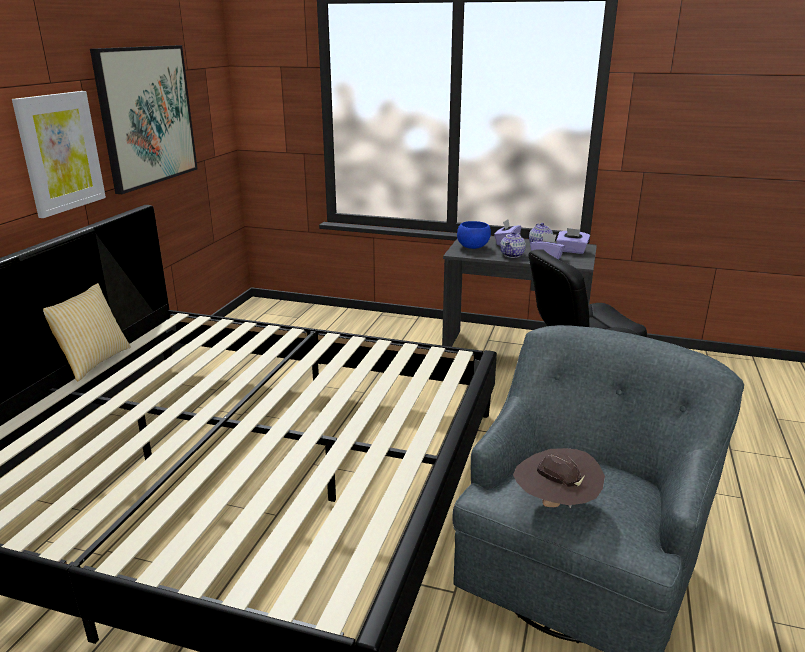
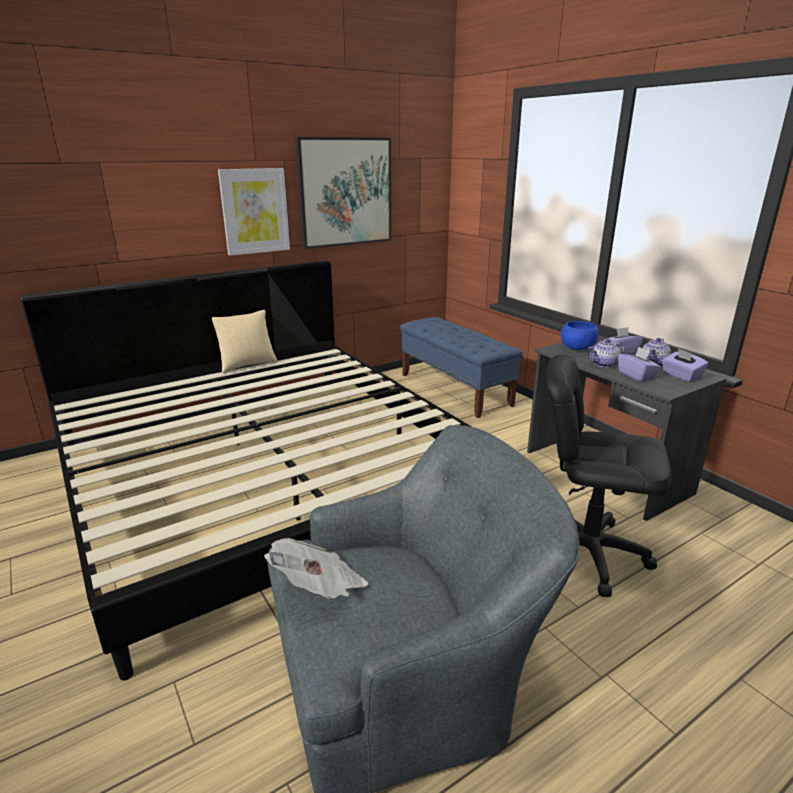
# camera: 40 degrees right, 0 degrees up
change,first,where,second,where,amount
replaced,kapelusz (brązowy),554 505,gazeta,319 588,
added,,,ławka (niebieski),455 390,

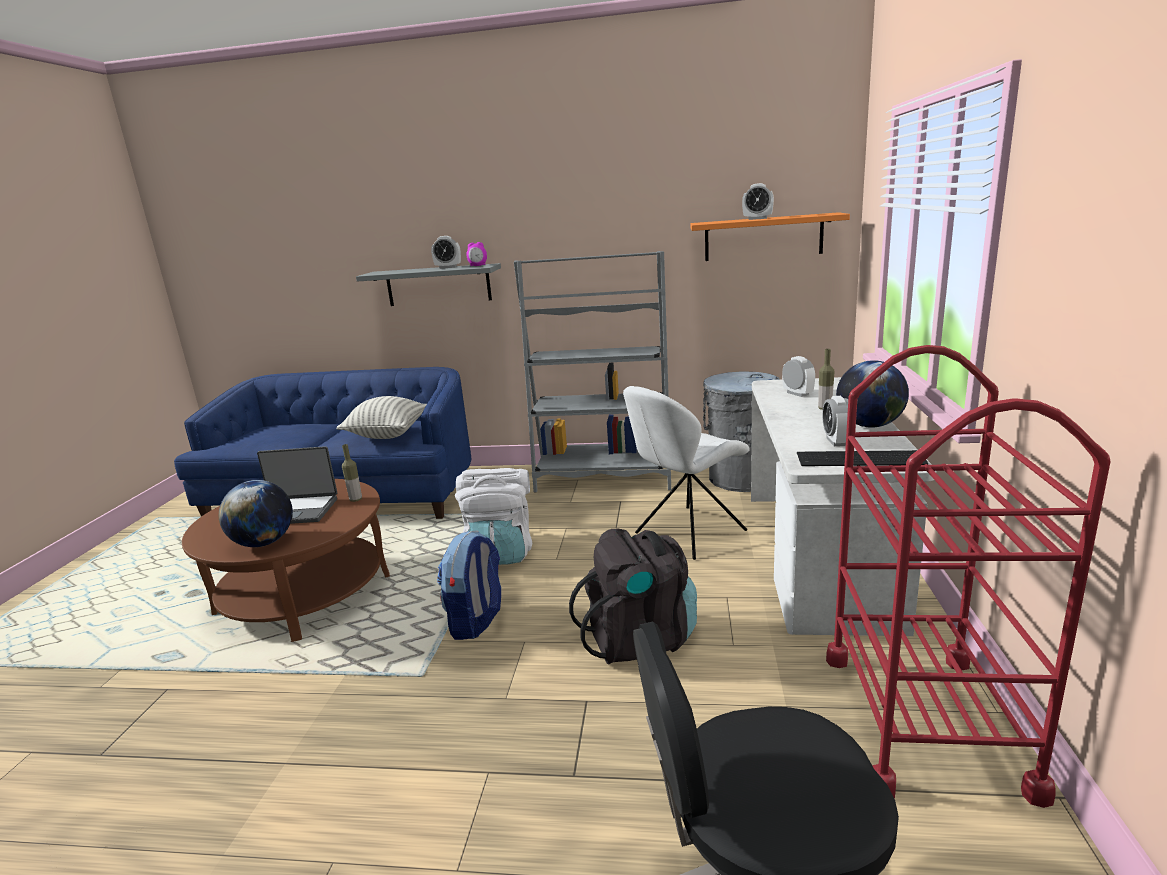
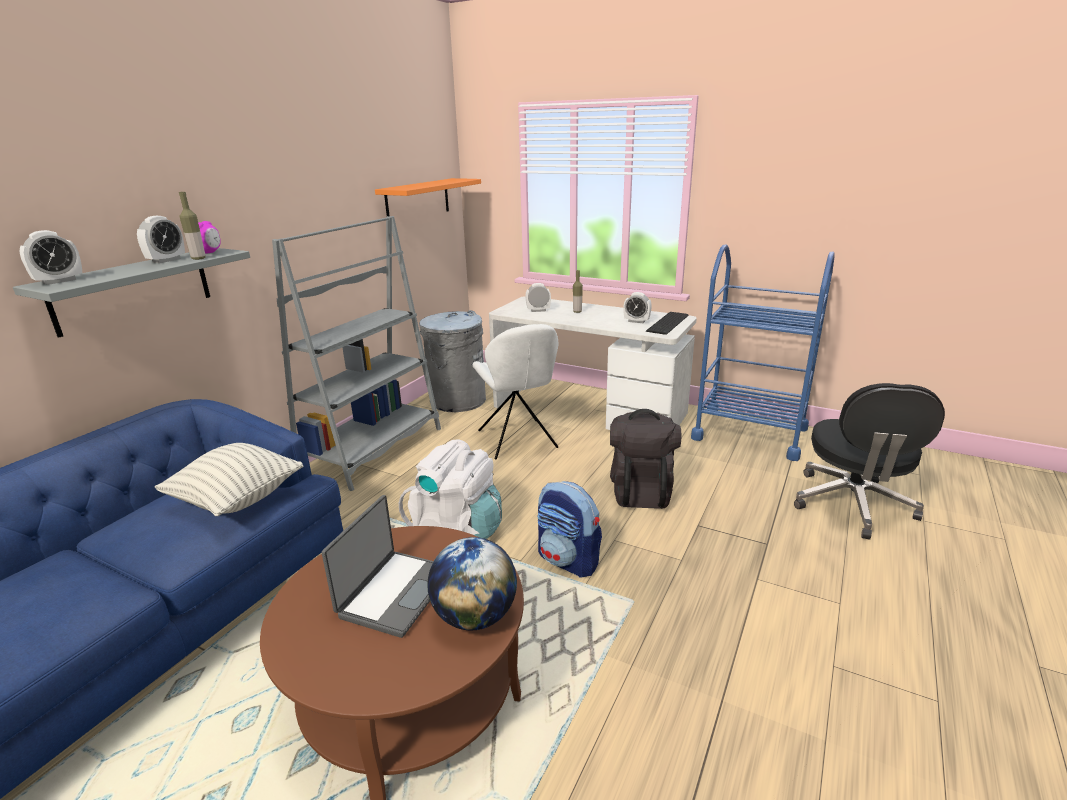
# camera: 70 degrees left, 5 degrees up
change,first,where,second,where,amount
moved,budzik,757 219,,59 281,
moved,butelka,356 499,,198 258,
recoloured,wózek (czerwony),923 720,wózek (niebieski),749 433,
removed,globus,869 425,,,

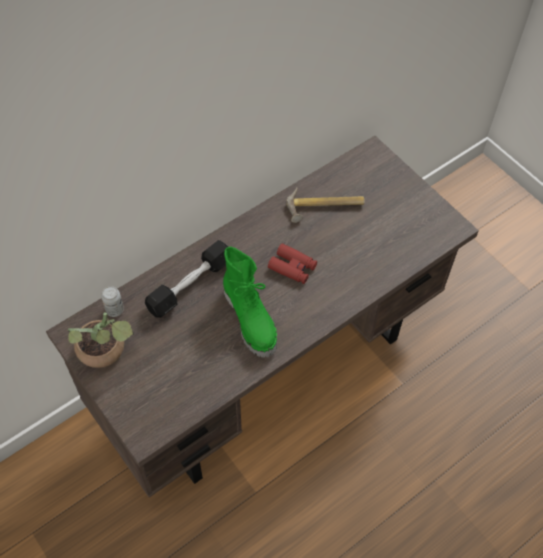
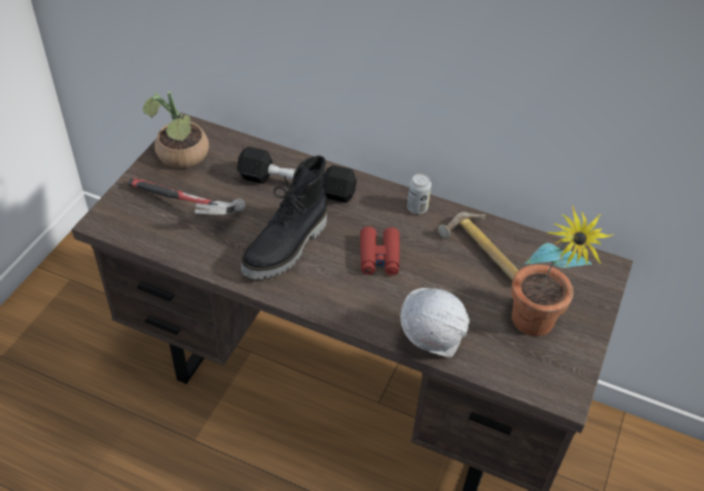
# camera: 60 degrees right, 10 degrees down
change,first,where,second,where,amount
added,,,młotek,186 208,
recoloured,but z cholewką (zielony),251 319,but z cholewką (czarny),287 248,
added,,,kask (biały),432 340,
moved,puszka,115 310,,417 208,
added,,,roślina doniczkowa,534 330,

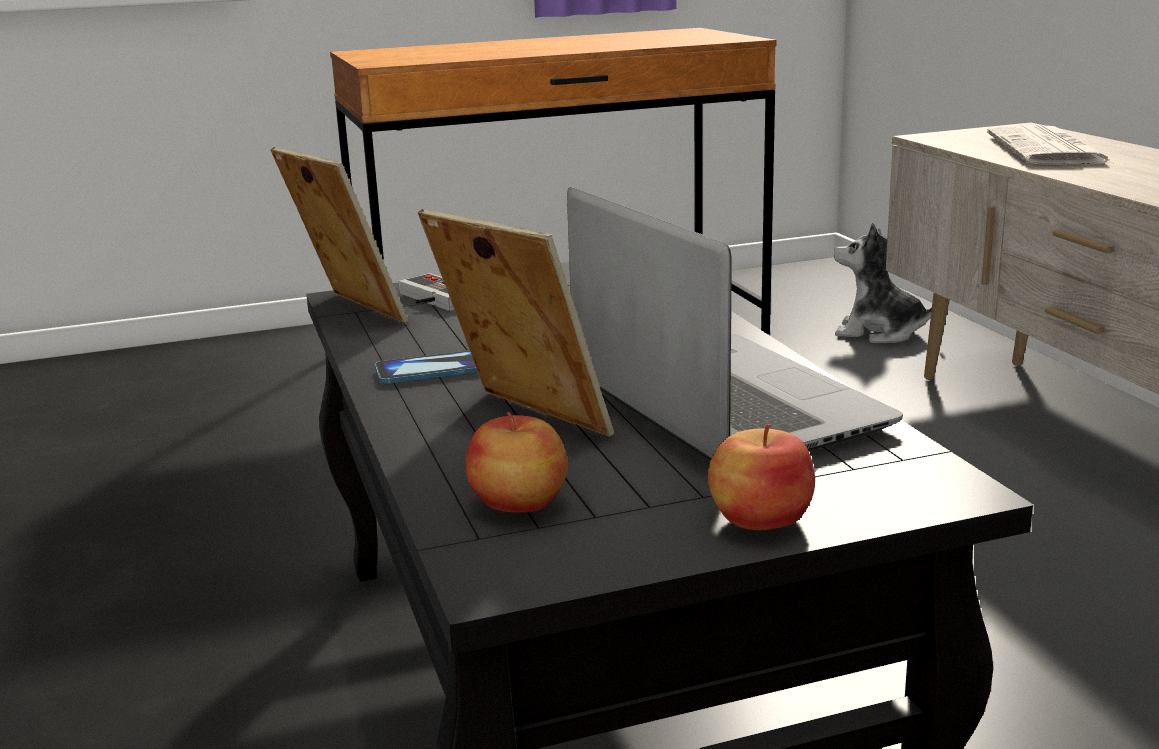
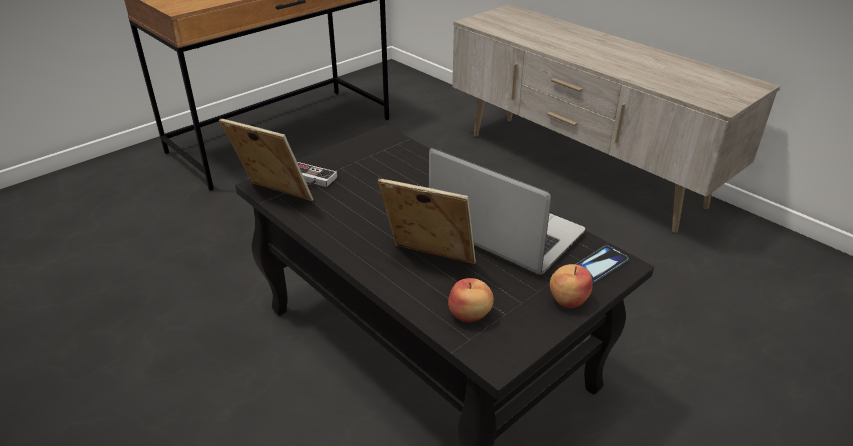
# camera: 25 degrees left, 15 degrees up
change,first,where,second,where,amount
moved,telefon,434 370,,599 265,
removed,pluszak,879 333,,,
removed,gazeta,1049 150,,,

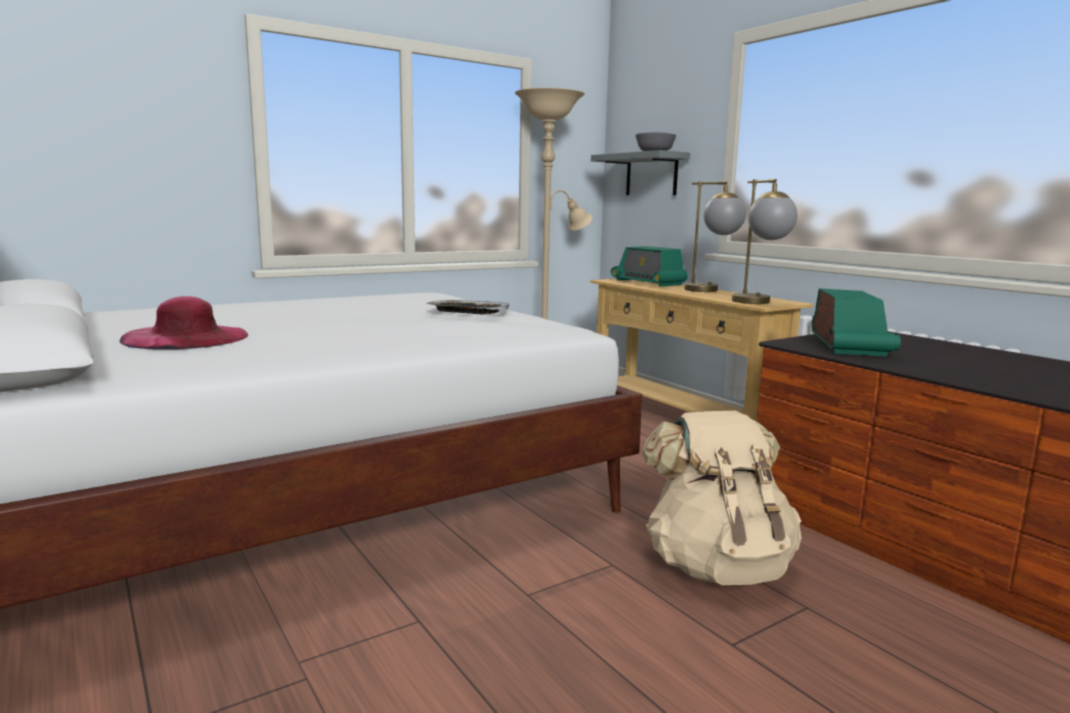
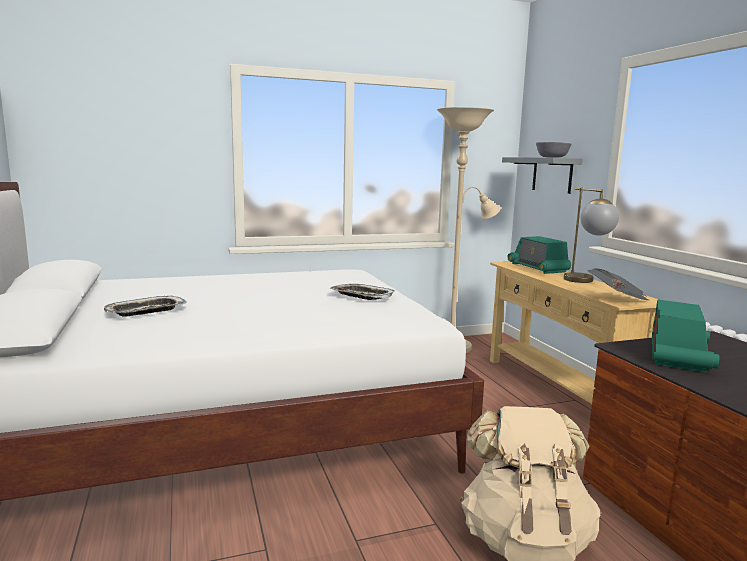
# camera: 15 degrees right, 0 degrees up
change,first,where,second,where,amount
replaced,kapelusz (różowy),186 337,taca,145 311,
replaced,lampa stołowa,758 303,gazeta,618 300,

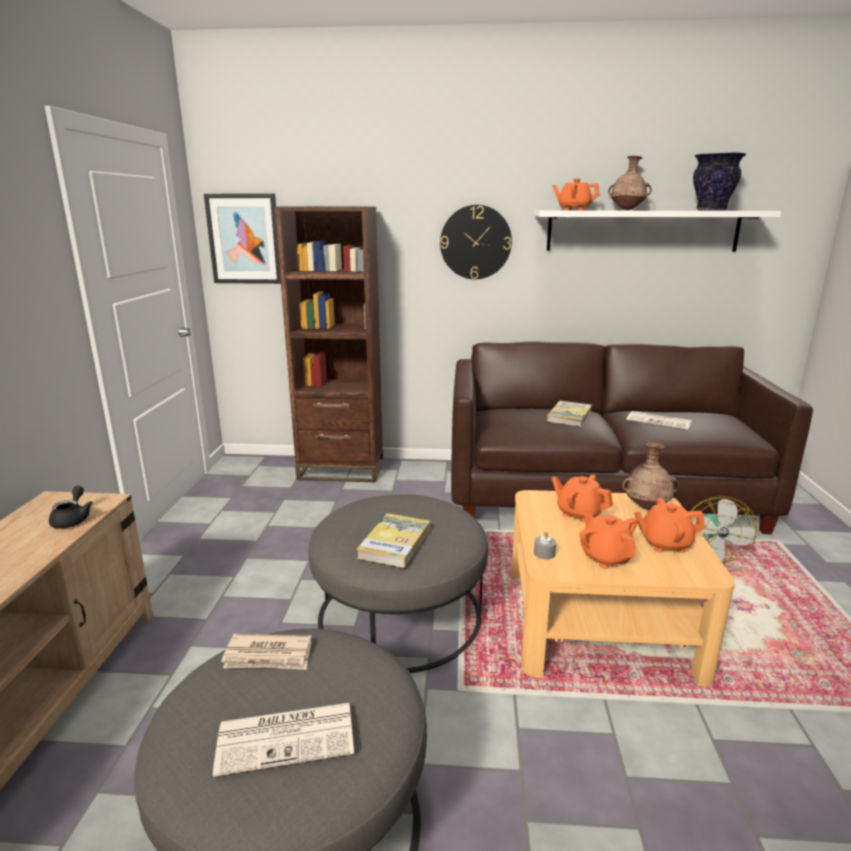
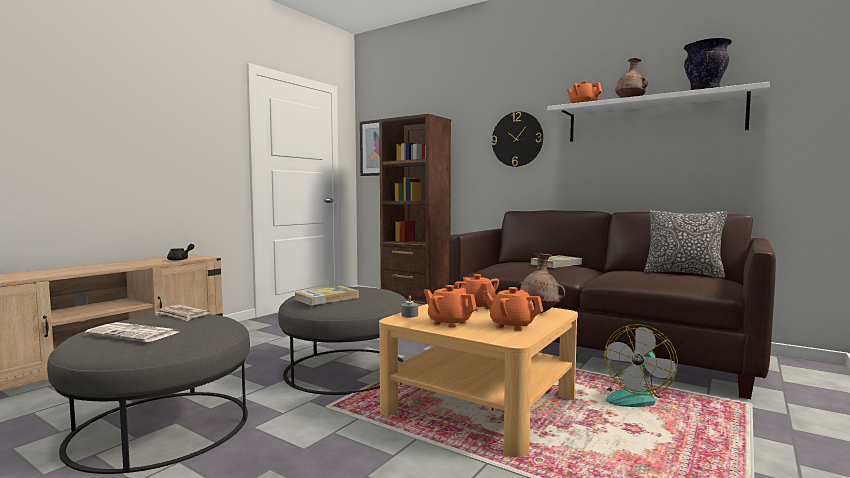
# camera: 30 degrees right, 15 degrees down
change,first,where,second,where,amount
turned,imbryk (pomarańczowy),605 557,,449 322,60 degrees counterclockwise
added,,,poduszka,683 274,
removed,gazeta,659 421,,,

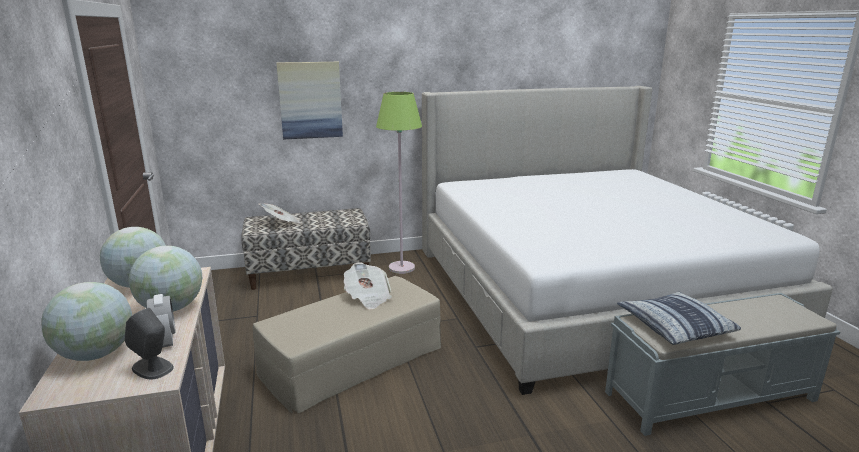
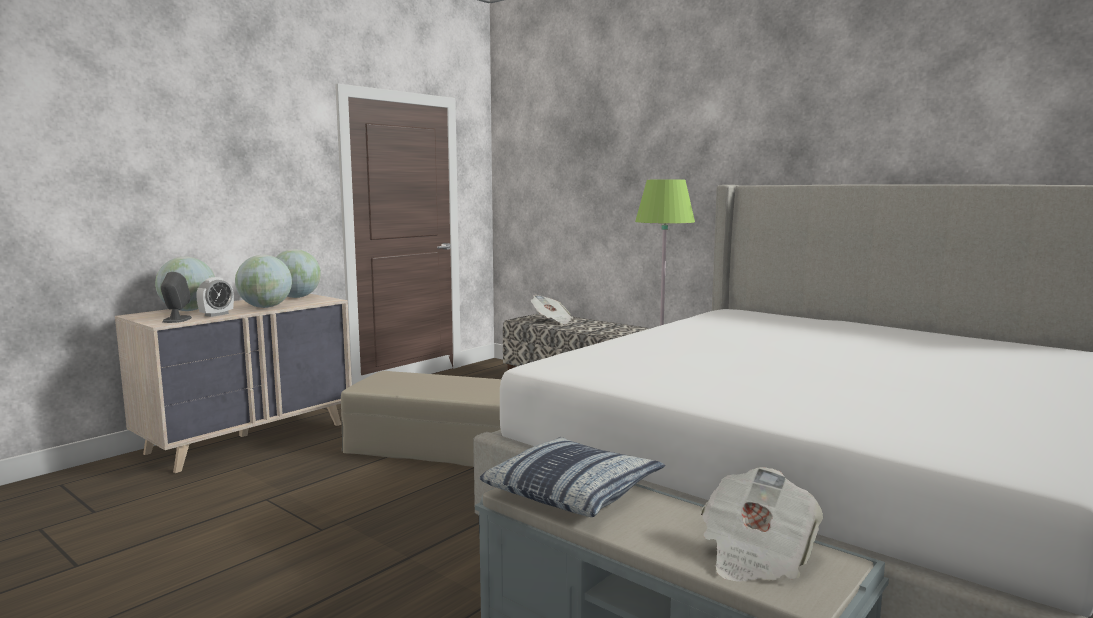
# camera: 55 degrees right, 10 degrees down
change,first,where,second,where,amount
moved,gazeta,368 297,,755 555,
removed,obraz,310 100,,,

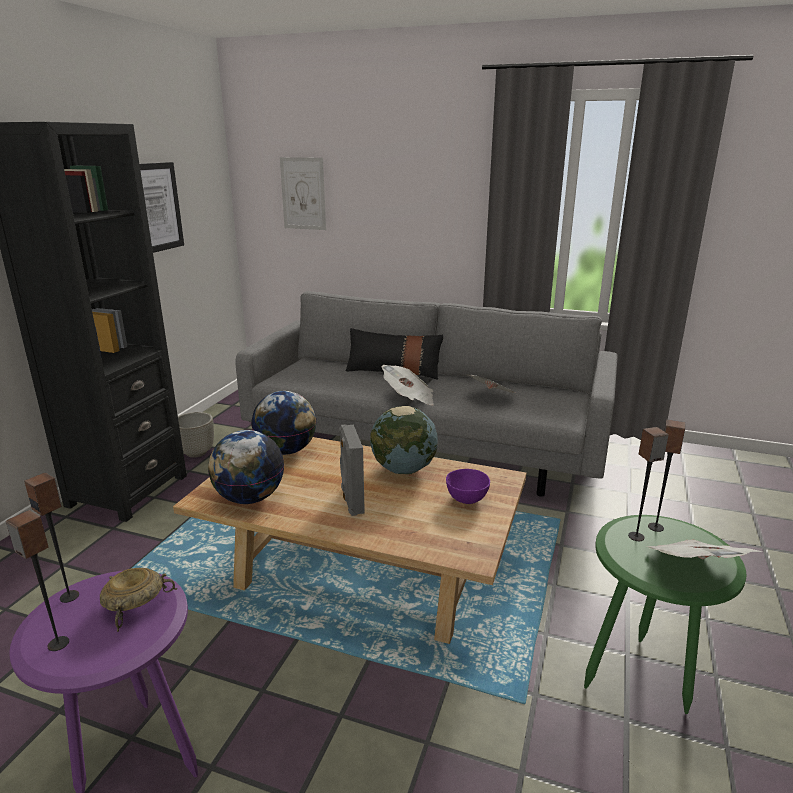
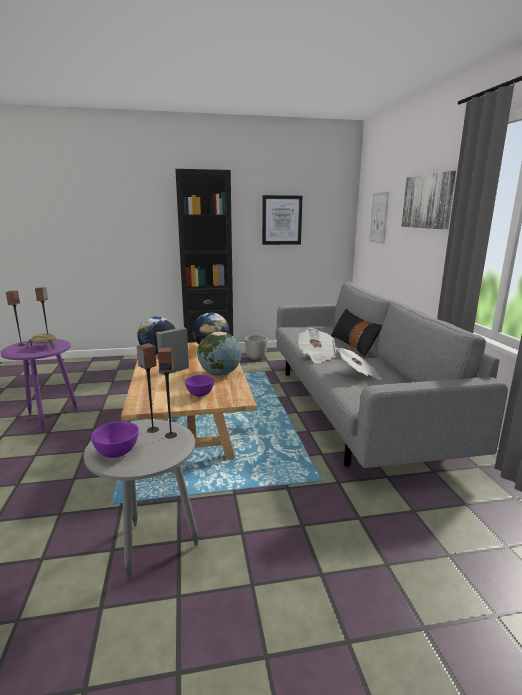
# camera: 60 degrees right, 5 degrees down
change,first,where,second,where,amount
recoloured,stolik (zielony),641 682,stolik (szary),151 552,
replaced,gazeta,695 570,miska (fioletowy),118 453,
added,,,obraz,428 201,

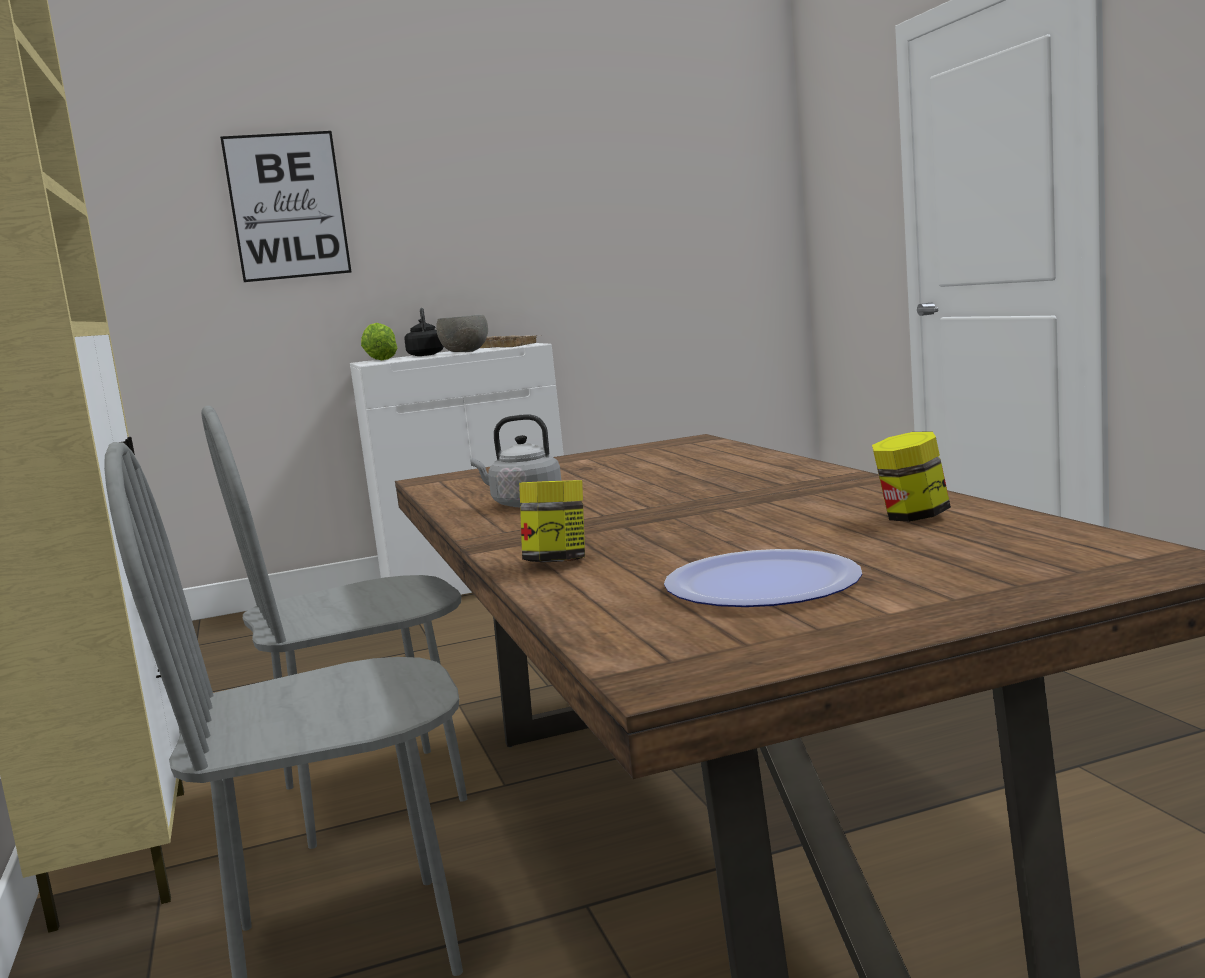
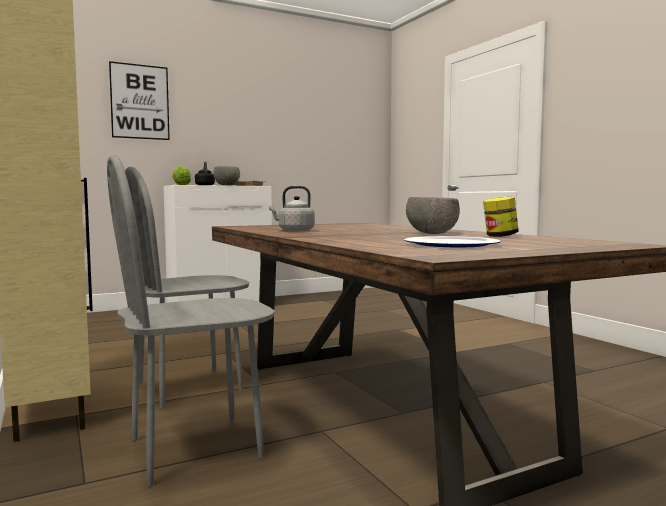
# camera: 10 degrees left, 5 degrees down
change,first,where,second,where,amount
added,,,miska (szary),432 233,
removed,słoik,557 562,,,

